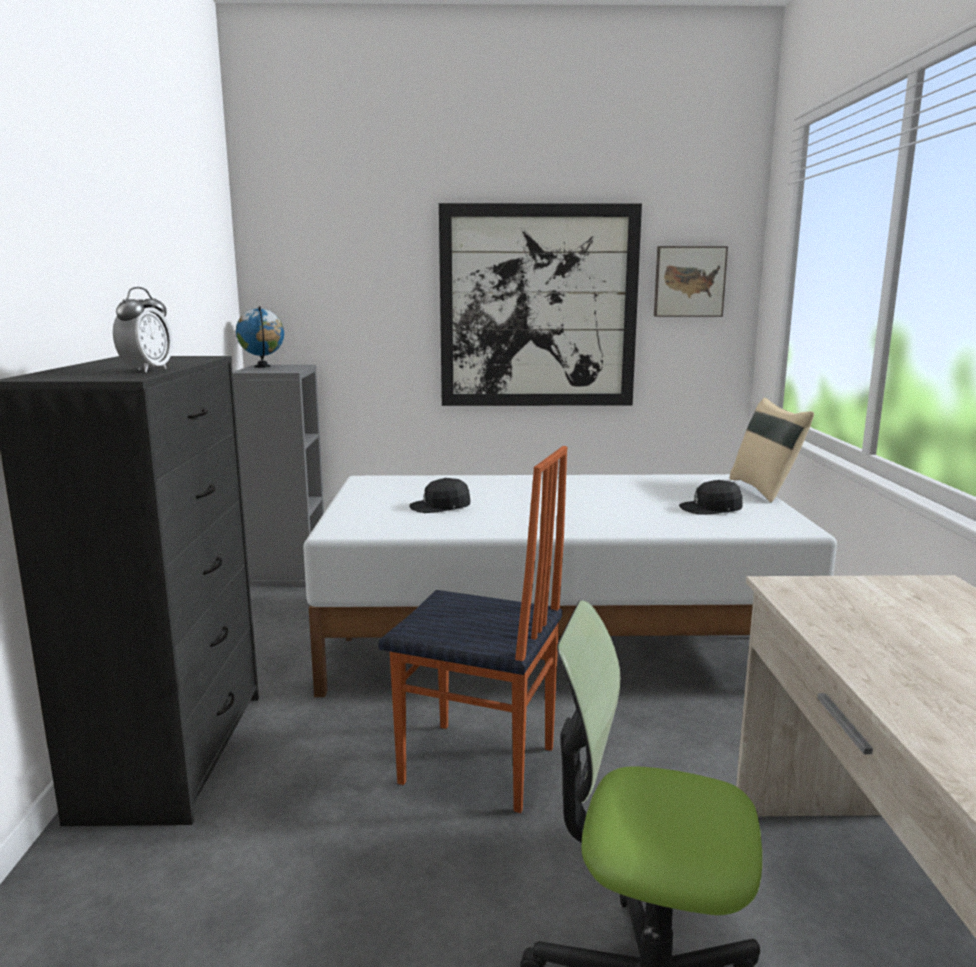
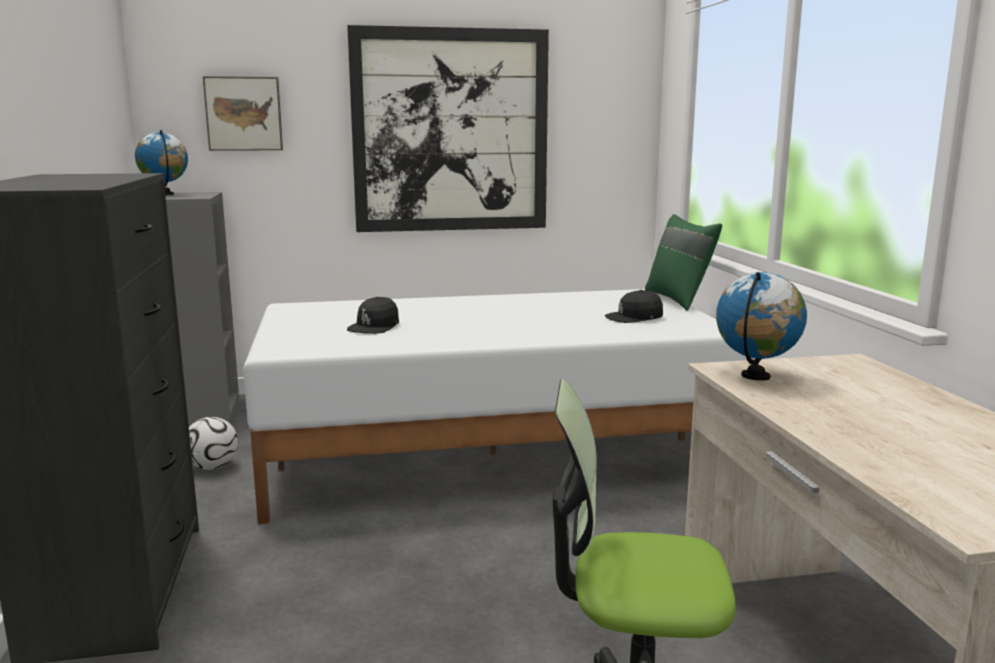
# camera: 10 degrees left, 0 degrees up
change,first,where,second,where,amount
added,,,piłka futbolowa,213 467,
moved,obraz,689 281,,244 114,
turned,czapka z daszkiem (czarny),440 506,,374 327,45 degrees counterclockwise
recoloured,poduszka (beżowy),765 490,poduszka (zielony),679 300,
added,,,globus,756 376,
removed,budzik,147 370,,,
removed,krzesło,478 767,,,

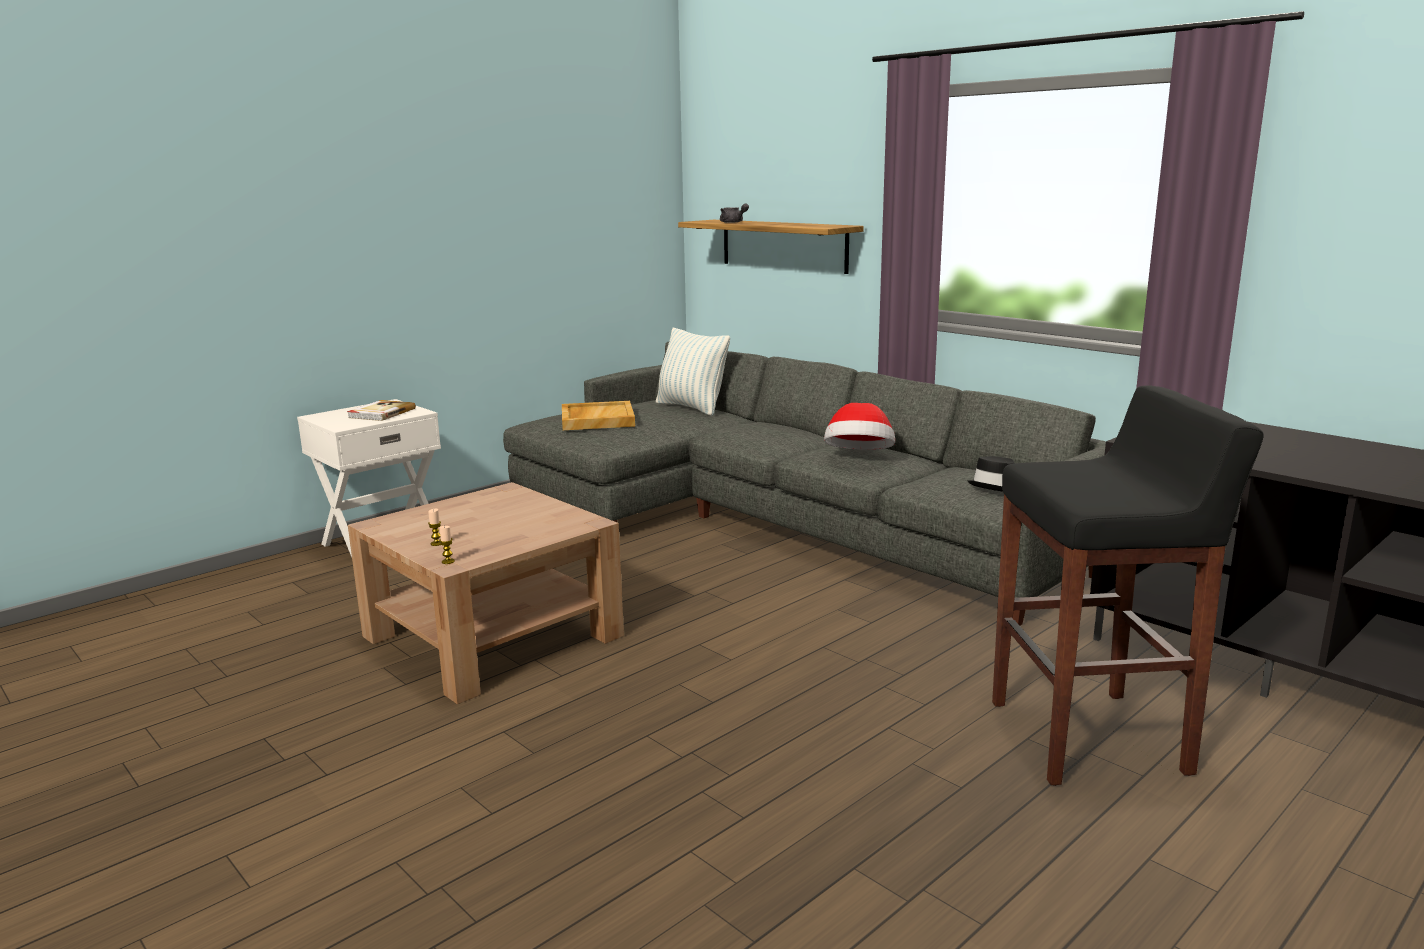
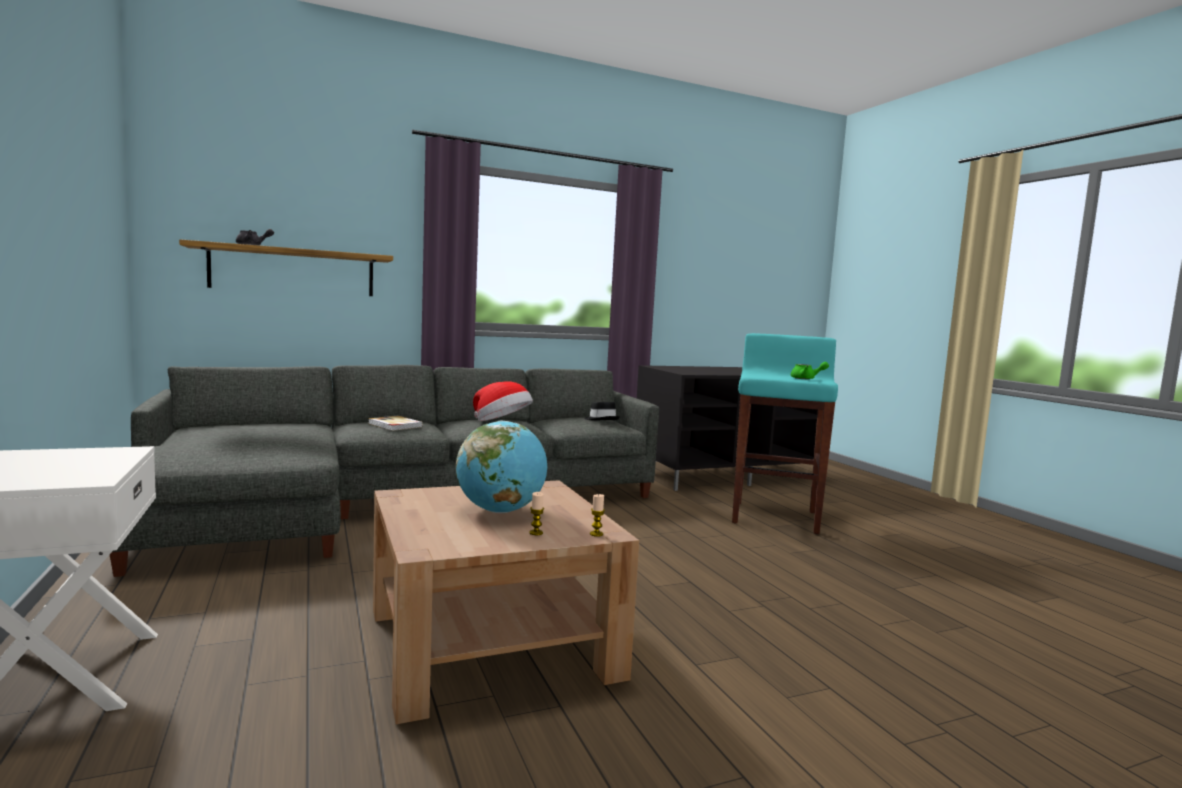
# camera: 70 degrees left, 10 degrees down
change,first,where,second,where,amount
moved,książka,381 413,,394 425,
added,,,globus,501 511,
recoloured,stołek (czarny),1091 737,stołek (turkusowy),775 517,
added,,,imbryk (zielony),806 379,
removed,taca (beżowy),597 419,,,
removed,poduszka,691 407,,,

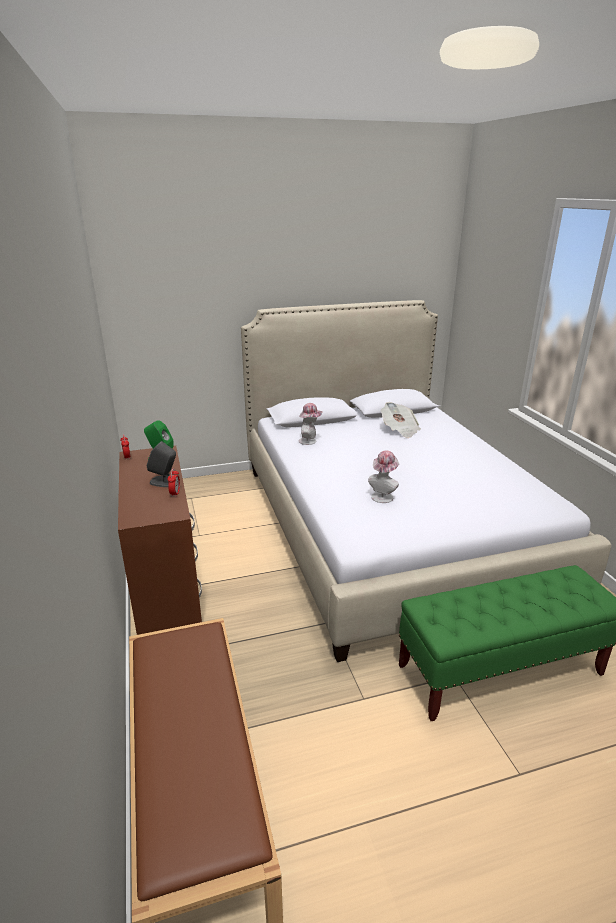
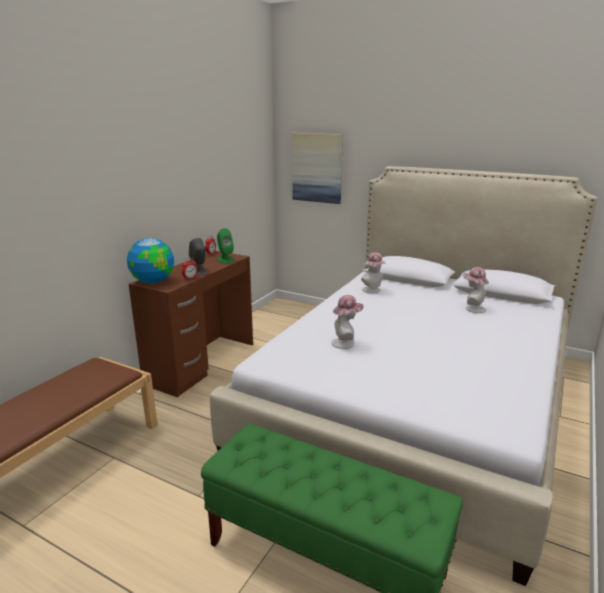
# camera: 45 degrees right, 5 degrees down
change,first,where,second,where,amount
added,,,globus,152 281,
added,,,obraz,317 168,
replaced,gazeta,399 430,kapelusz,472 308,

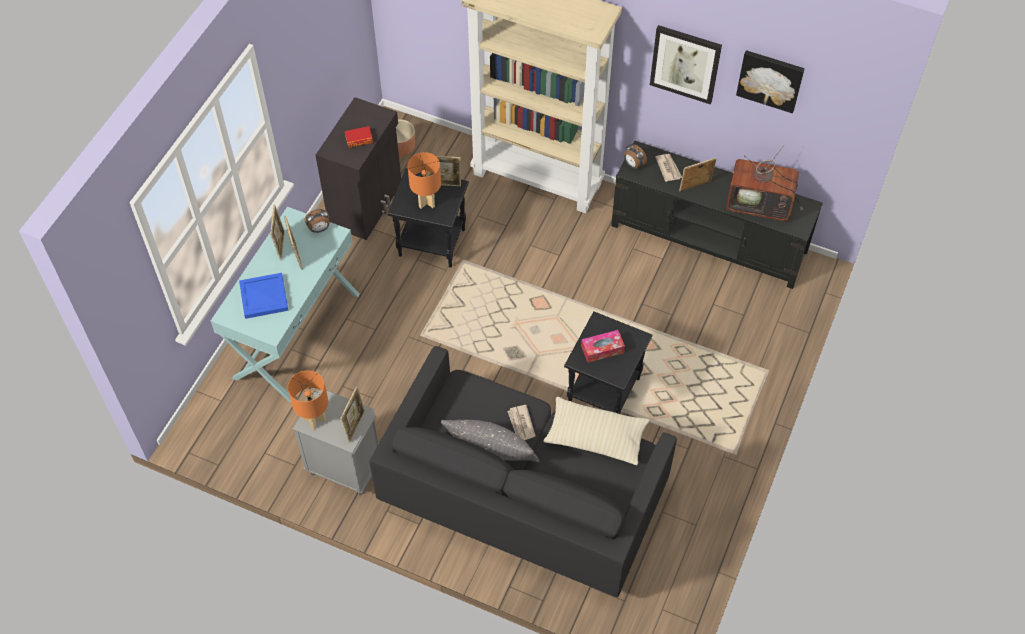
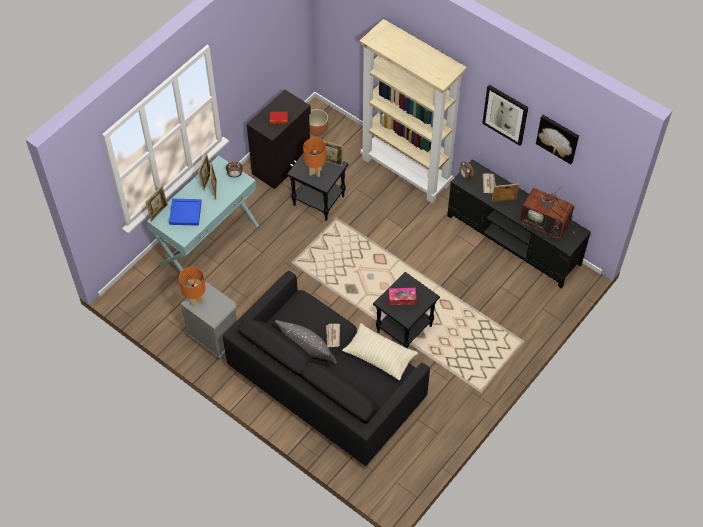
# camera: 15 degrees right, 0 degrees up
change,first,where,second,where,amount
moved,ramka na zdjęcie,355 426,,158 212,

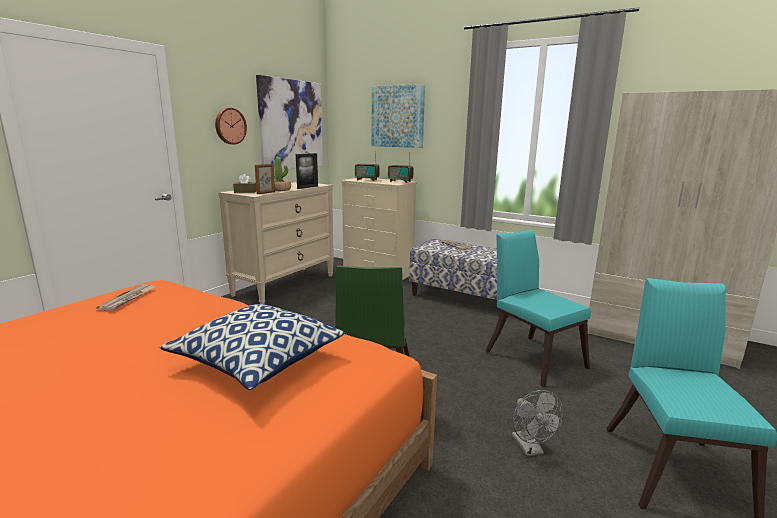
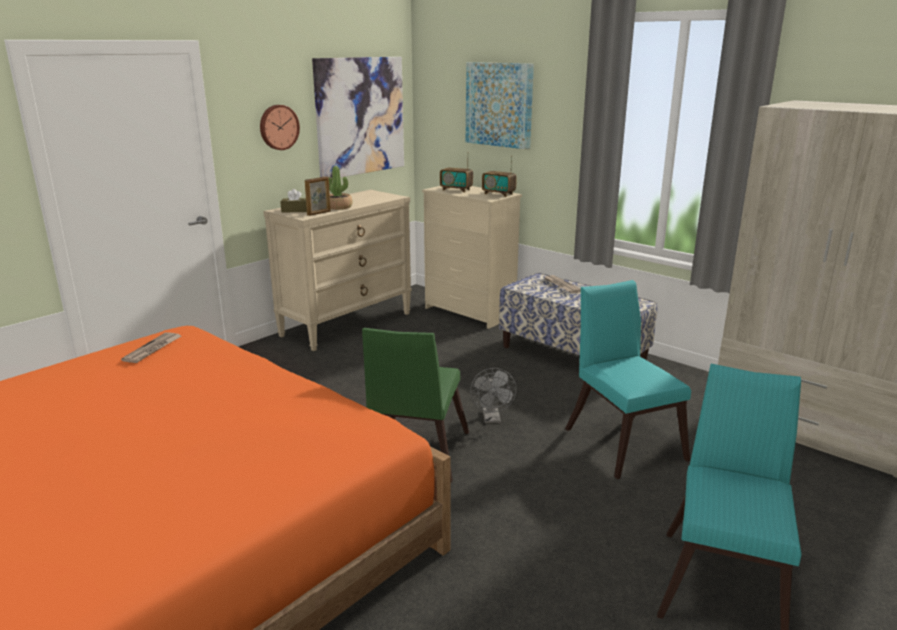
# camera: 10 degrees right, 5 degrees up
change,first,where,second,where,amount
moved,wentylator (szary),530 449,,492 419,
removed,poduszka,257 361,,,
removed,ramka na zdjęcie,307 187,,,

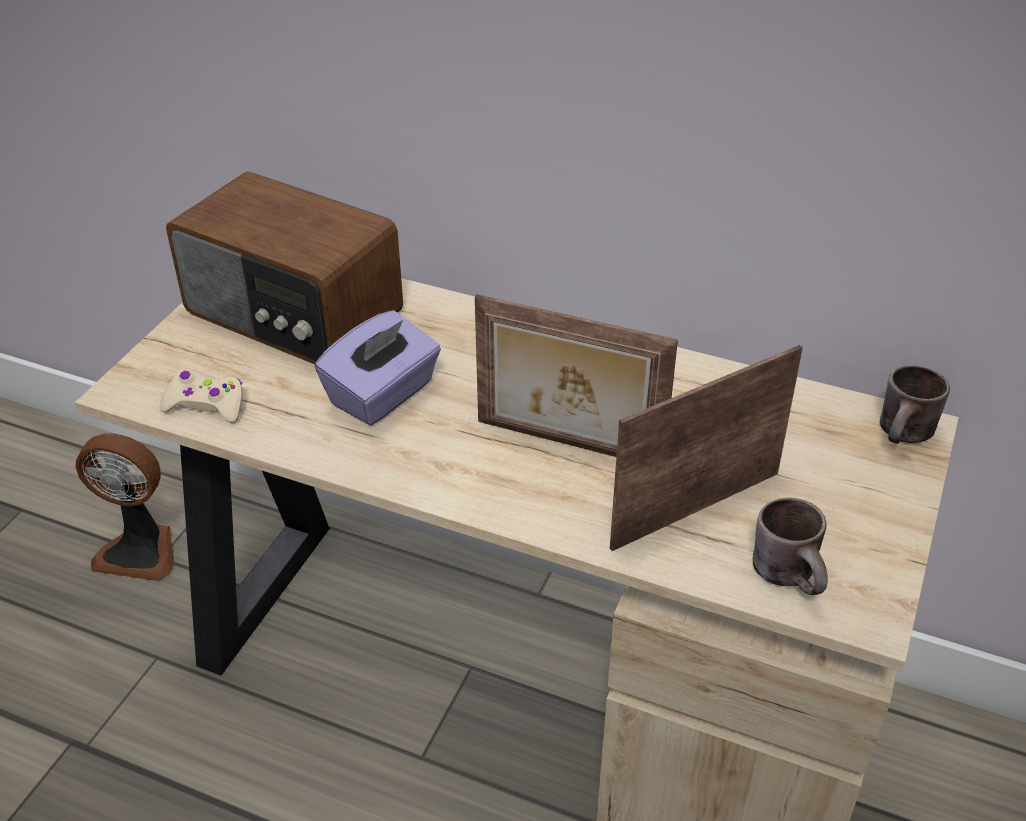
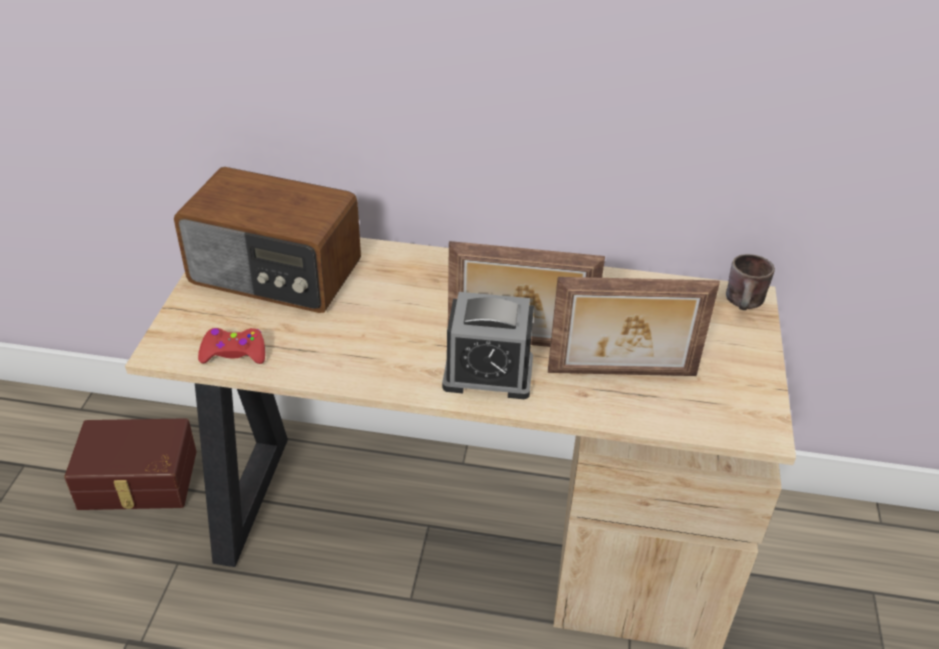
# camera: 15 degrees left, 0 degrees up
change,first,where,second,where,amount
replaced,wentylator,140 550,pojemnik do przechowywania (brązowy),138 481,
recoloured,pad do gier (beżowy),206 405,pad do gier (czerwony),234 353,
added,,,budzik,488 373,
turned,ramka na zdjęcie,693 507,,622 375,135 degrees counterclockwise
removed,pudełko chusteczek (fioletowy),383 395,,,
removed,kubek (brązowy),794 574,,,

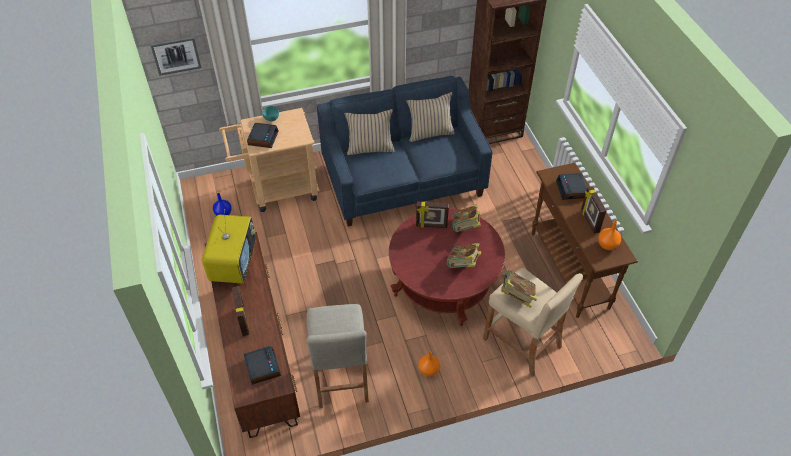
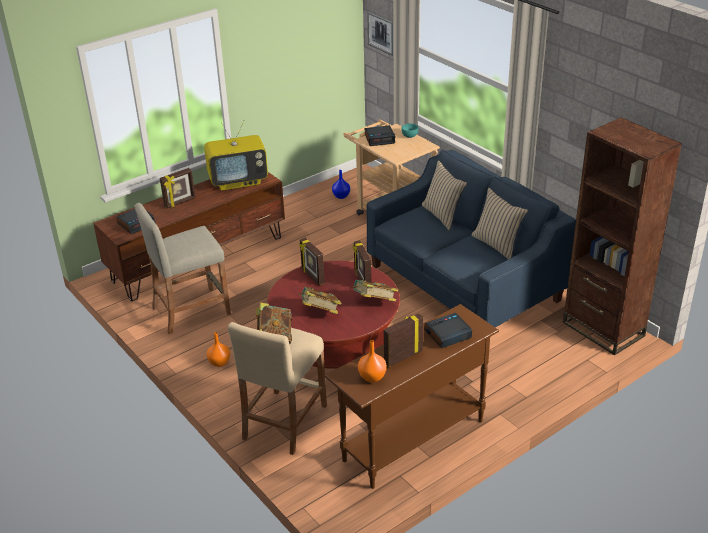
# camera: 70 degrees right, 15 degrees down
change,first,where,second,where,amount
added,,,ramka na zdjęcie,312 276,

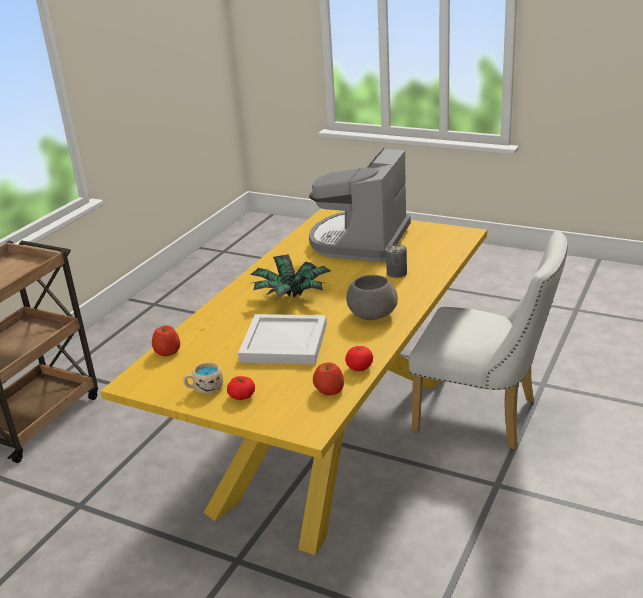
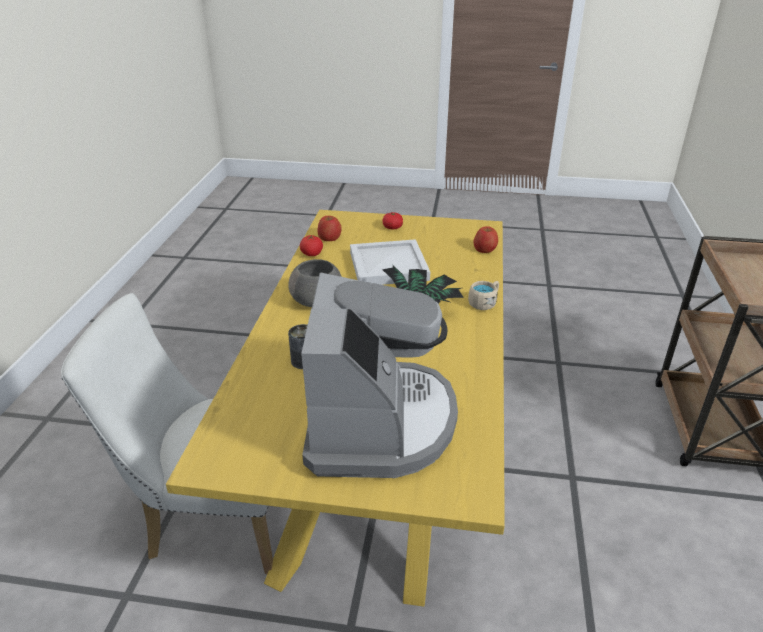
# camera: 160 degrees right, 5 degrees up
change,first,where,second,where,amount
moved,kubek (beżowy),204 388,,484 303,

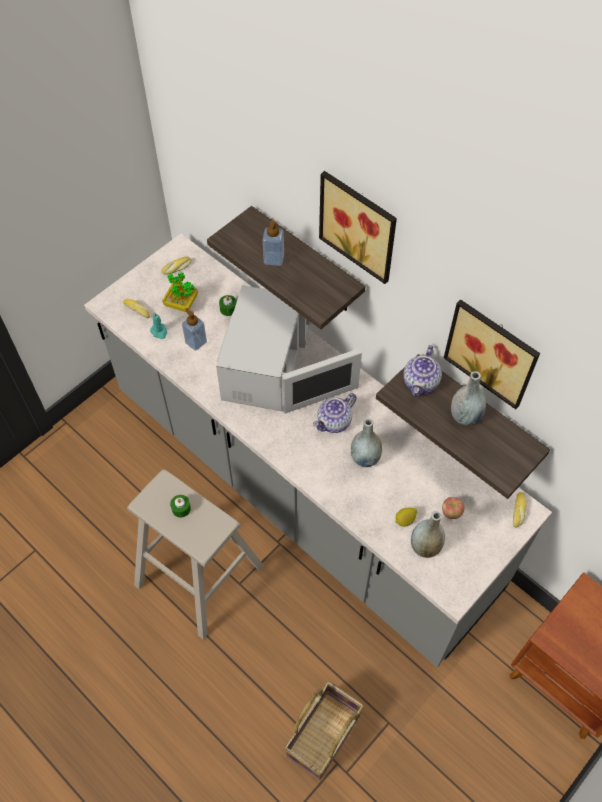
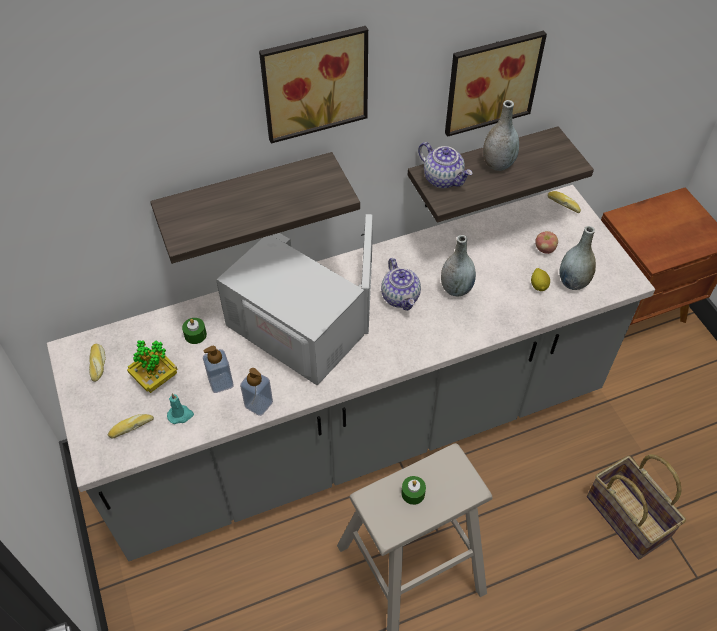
# camera: 65 degrees left, 5 degrees down
change,first,where,second,where,amount
moved,dozownik mydła,274 259,,258 404,

